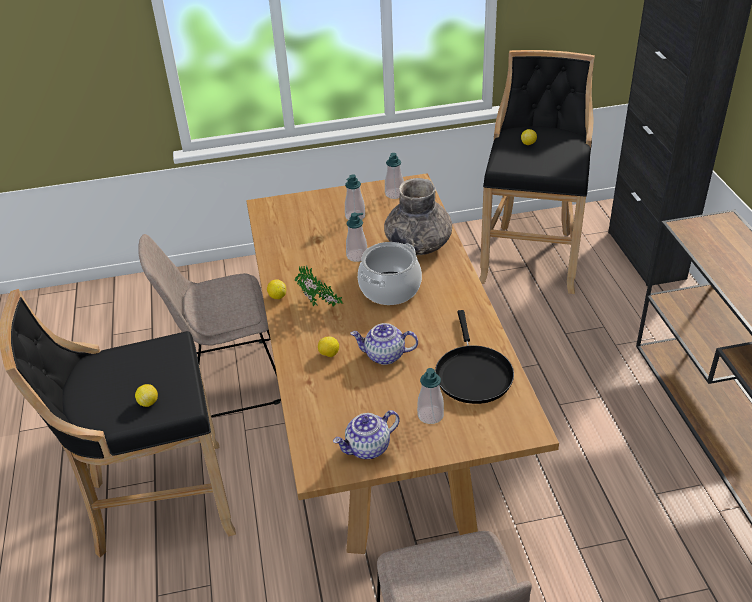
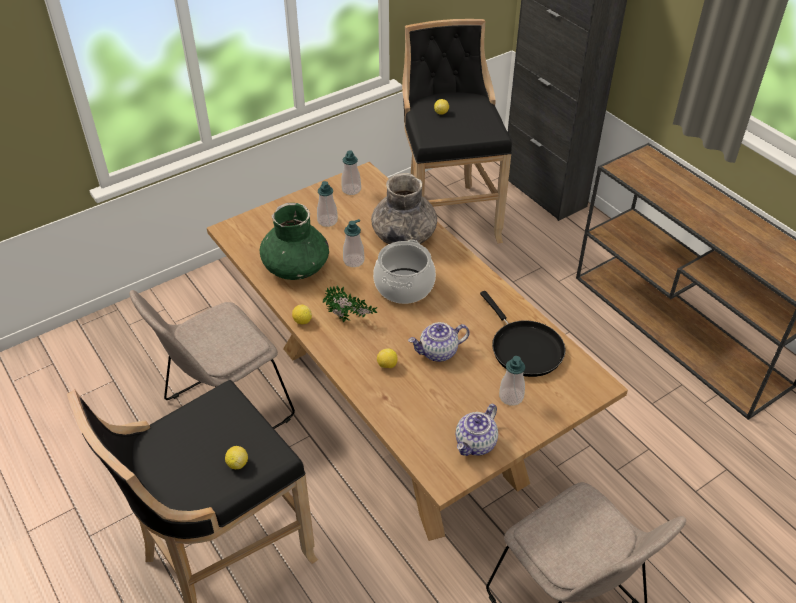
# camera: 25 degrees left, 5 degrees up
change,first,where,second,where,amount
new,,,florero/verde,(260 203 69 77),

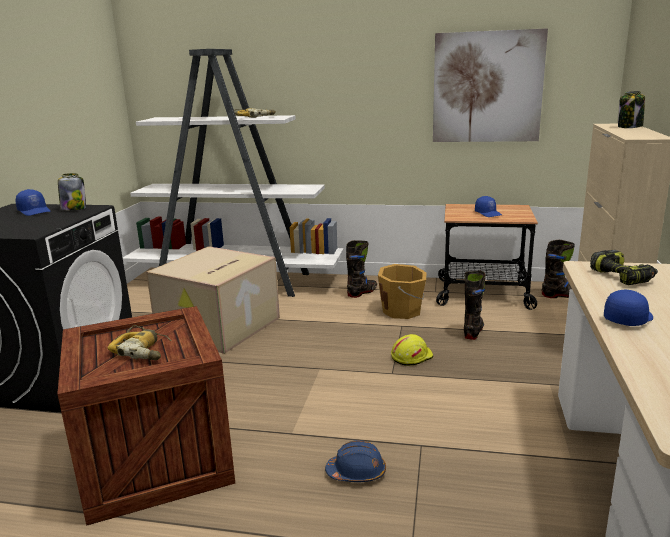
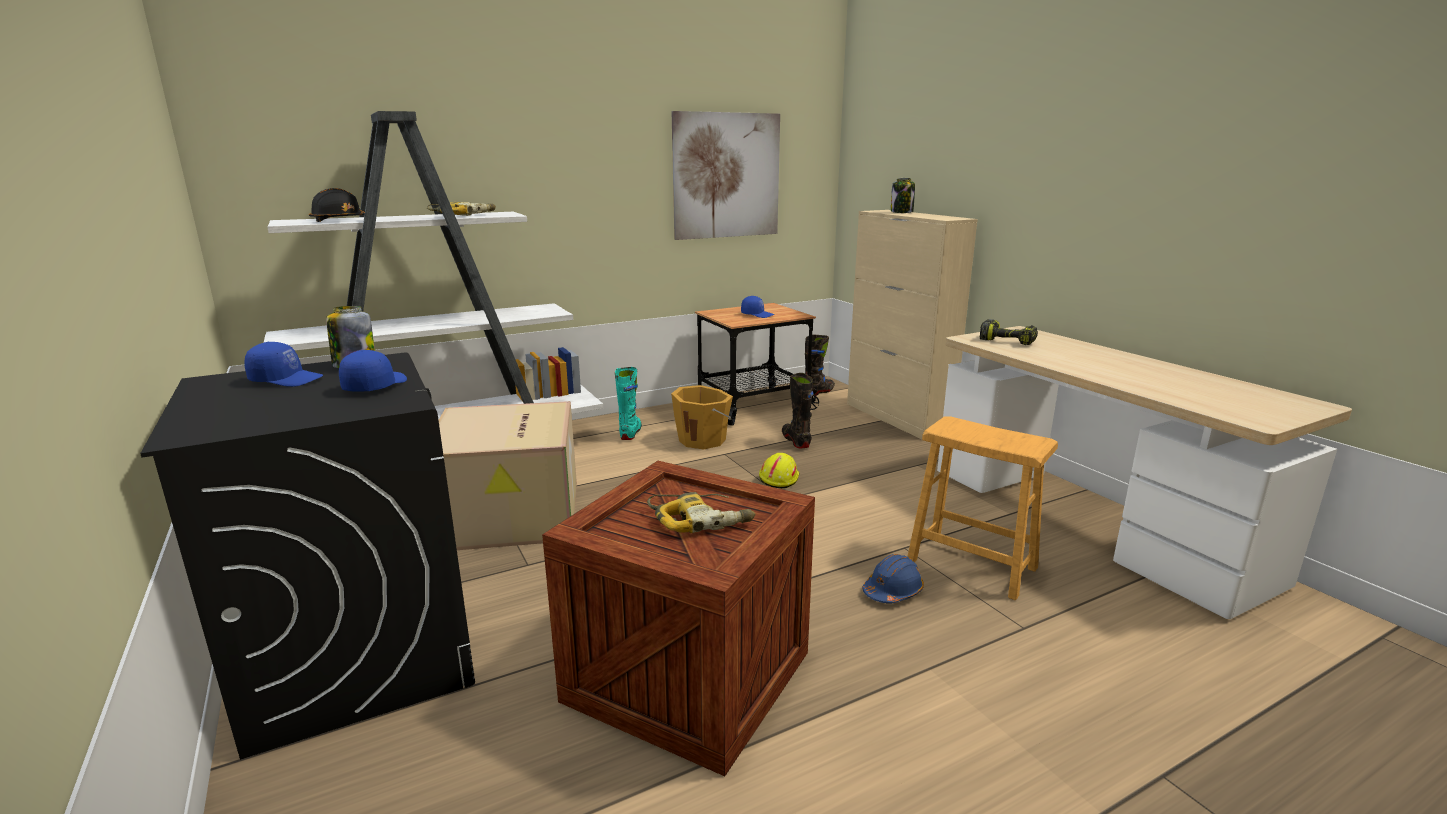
# camera: 40 degrees left, 0 degrees up
change,first,where,second,where,amount
new,,,casco/negro,(309 188 56 34),
new,,,taburete/marrón,(907 417 151 183),
shifted,gorra/azul,(604 290 49 36),,(339 350 68 42),
repainted,bota/negro,(346 240 31 58),bota/turquesa,(615 367 27 73),

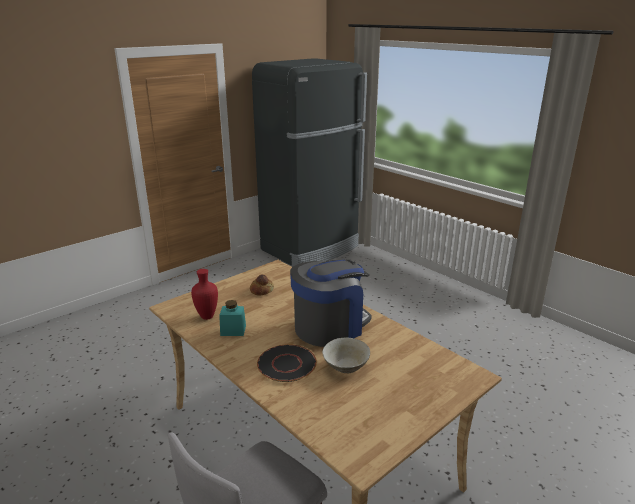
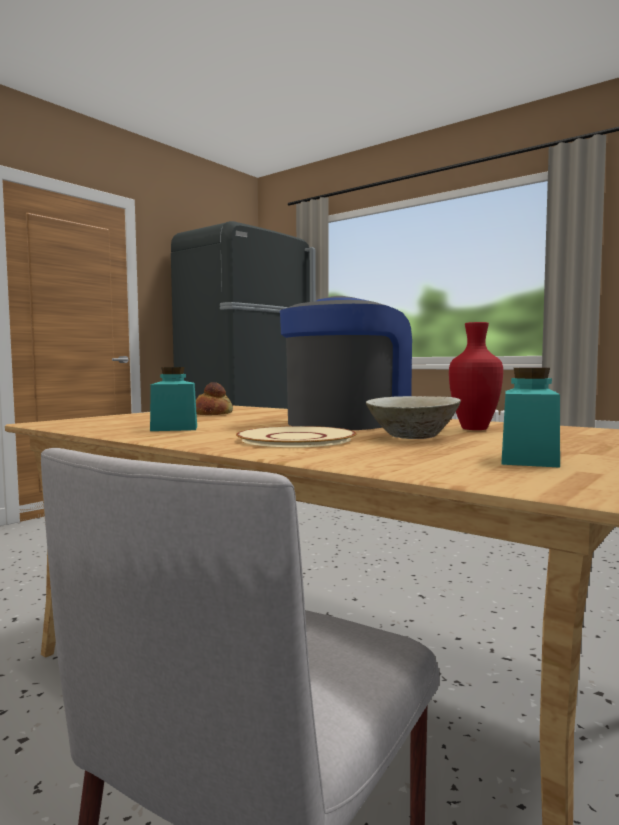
# camera: 10 degrees left, 20 degrees down
change,first,where,second,where,amount
new,,,tarro/turquesa,(501 368 59 100),
shifted,florero/rojo,(191 269 27 51),,(449 322 54 108),
repainted,plato/negro,(257 344 60 38),plato/beis,(236 426 121 21),

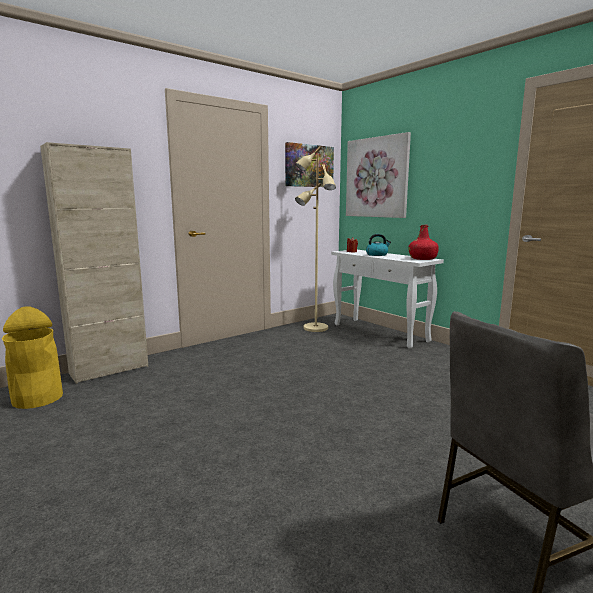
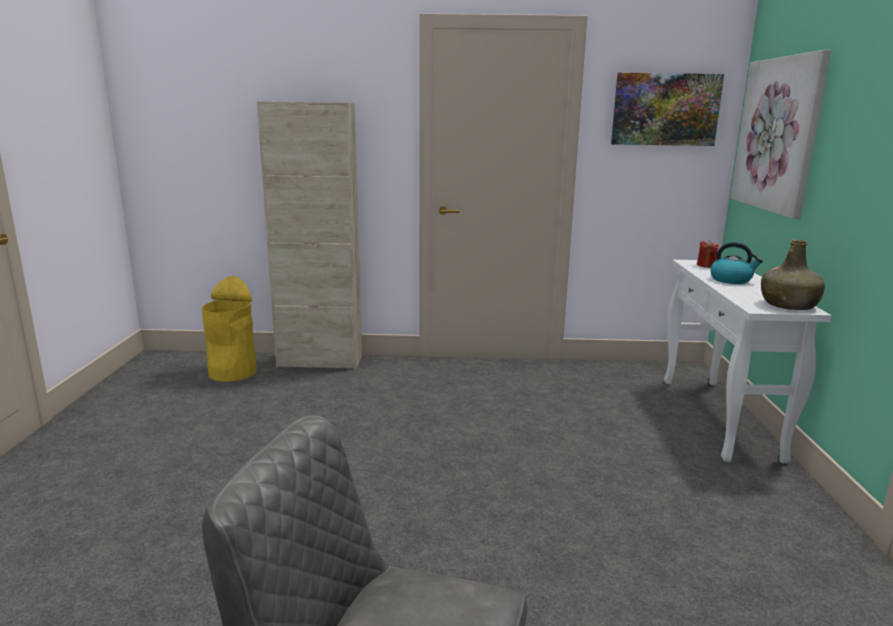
# camera: 40 degrees right, 5 degrees up
change,first,where,second,where,amount
gone,lámpara de pie/beis,(295 146 41 186),,,
repainted,botella/rojo,(408 225 31 35),botella/verde,(761 239 64 71),

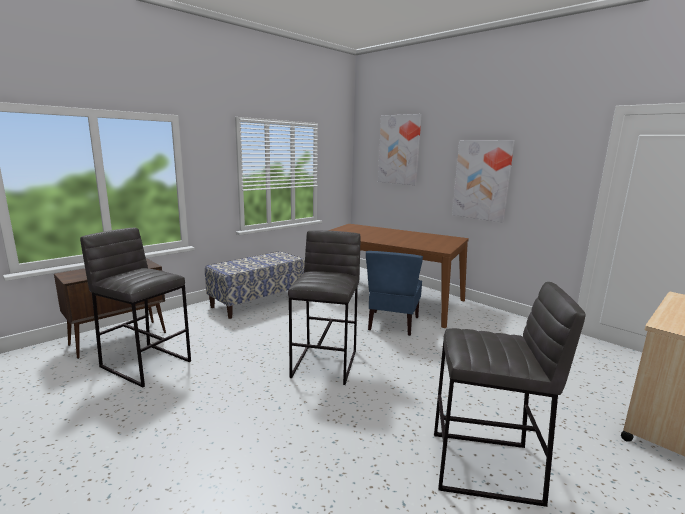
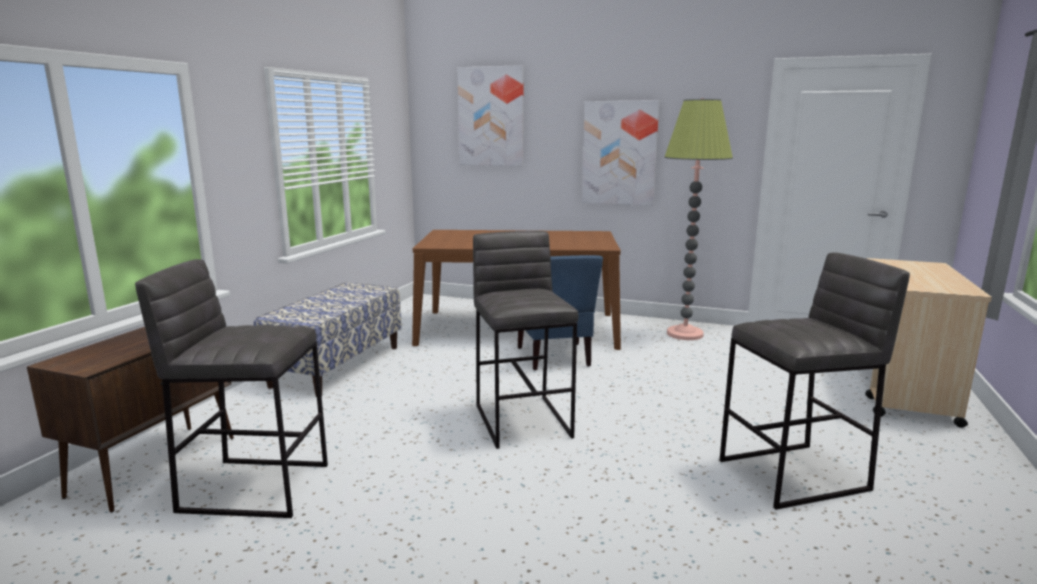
# camera: 25 degrees left, 0 degrees up
change,first,where,second,where,amount
new,,,lámpara de pie,(664 98 69 242),

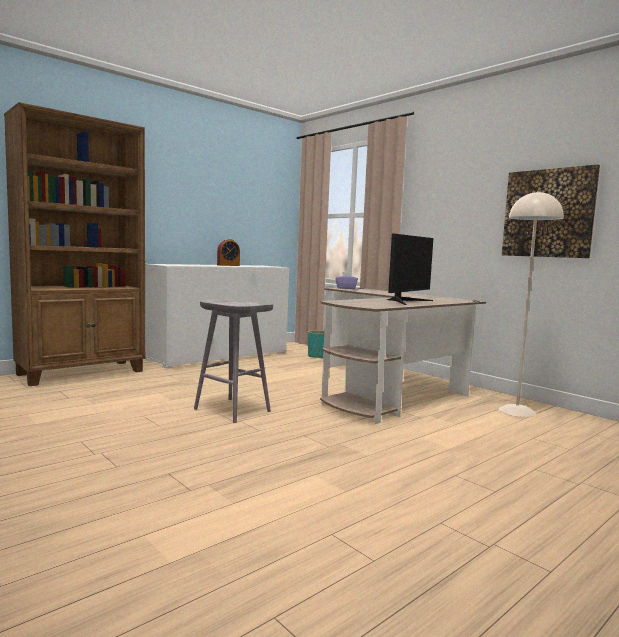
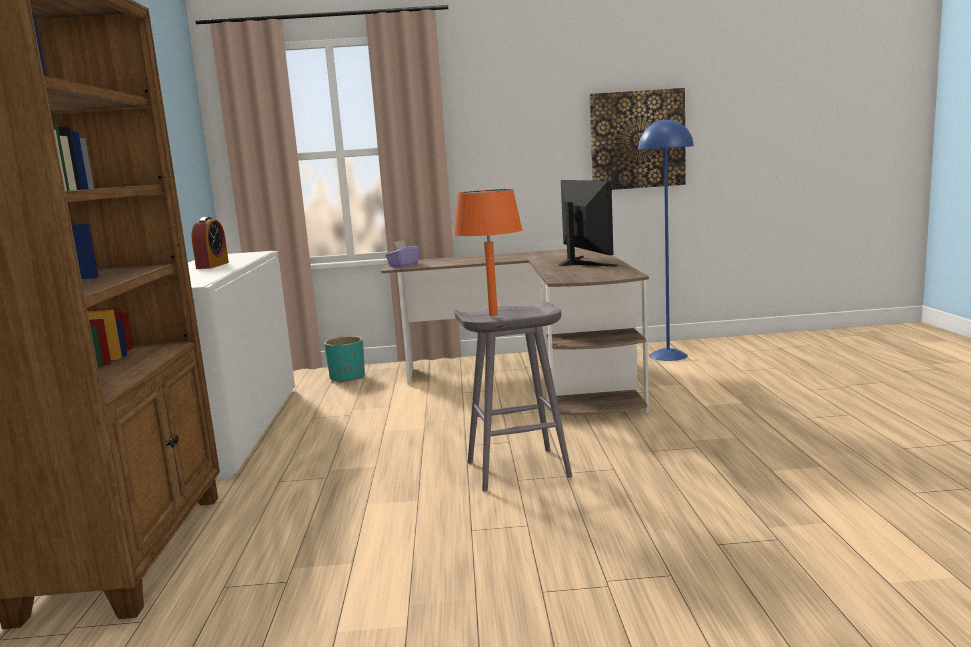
# camera: 50 degrees left, 5 degrees up
change,first,where,second,where,amount
new,,,lámpara de mesa/naranja,(454 189 69 127),
repainted,lámpara de pie/beis,(498 191 66 226),lámpara de pie/azul,(638 118 56 243),

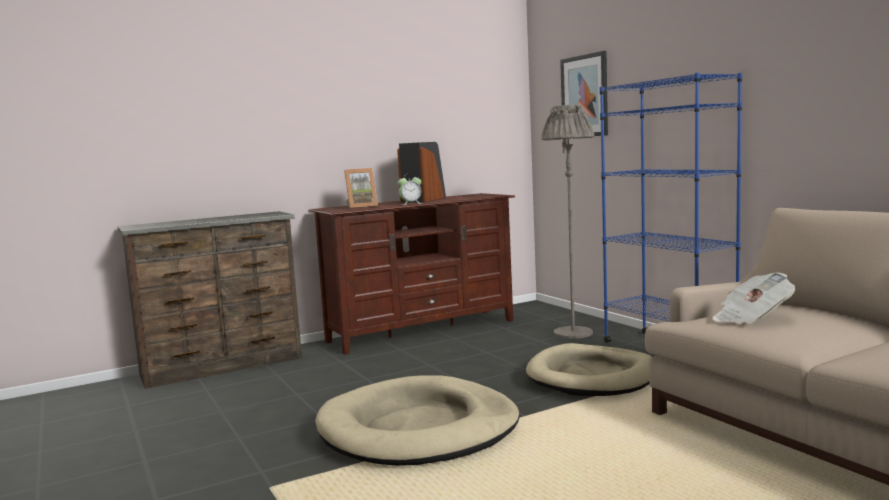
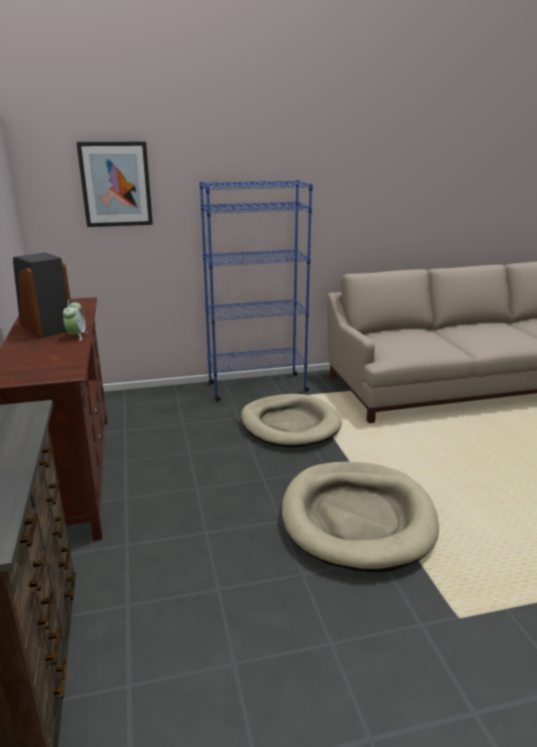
# camera: 75 degrees left, 15 degrees up
change,first,where,second,where,amount
gone,portarretratos,(344 168 34 41),,,
gone,lámpara de pie/gris,(542 104 53 235),,,
gone,periódico,(713 273 83 51),,,

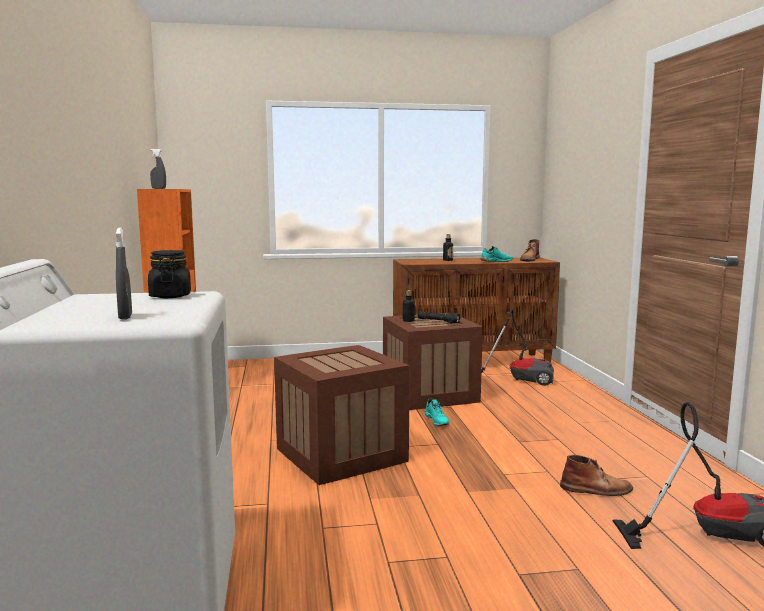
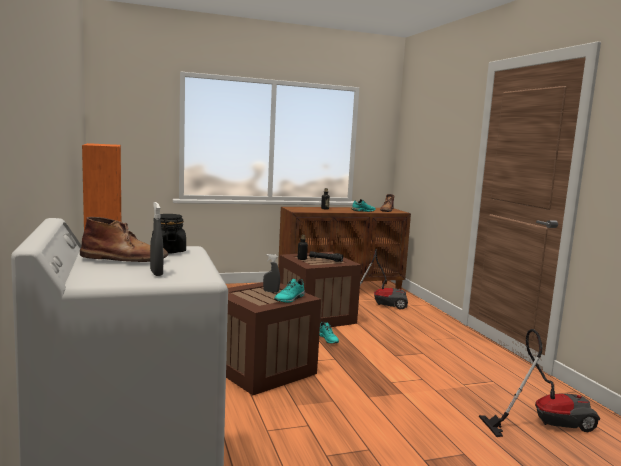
# camera: 10 degrees left, 0 degrees up
change,first,where,second,where,amount
new,,,zapato/turquesa,(274 279 31 24),
shifted,pulverizador/gris,(150 149 16 40),,(263 254 17 39),
shifted,bota/marrón,(560 455 73 41),,(80 217 88 45),

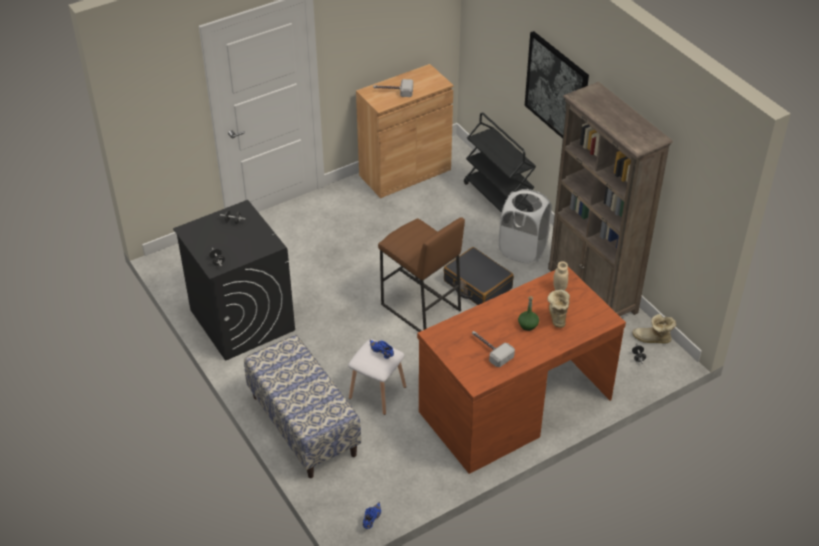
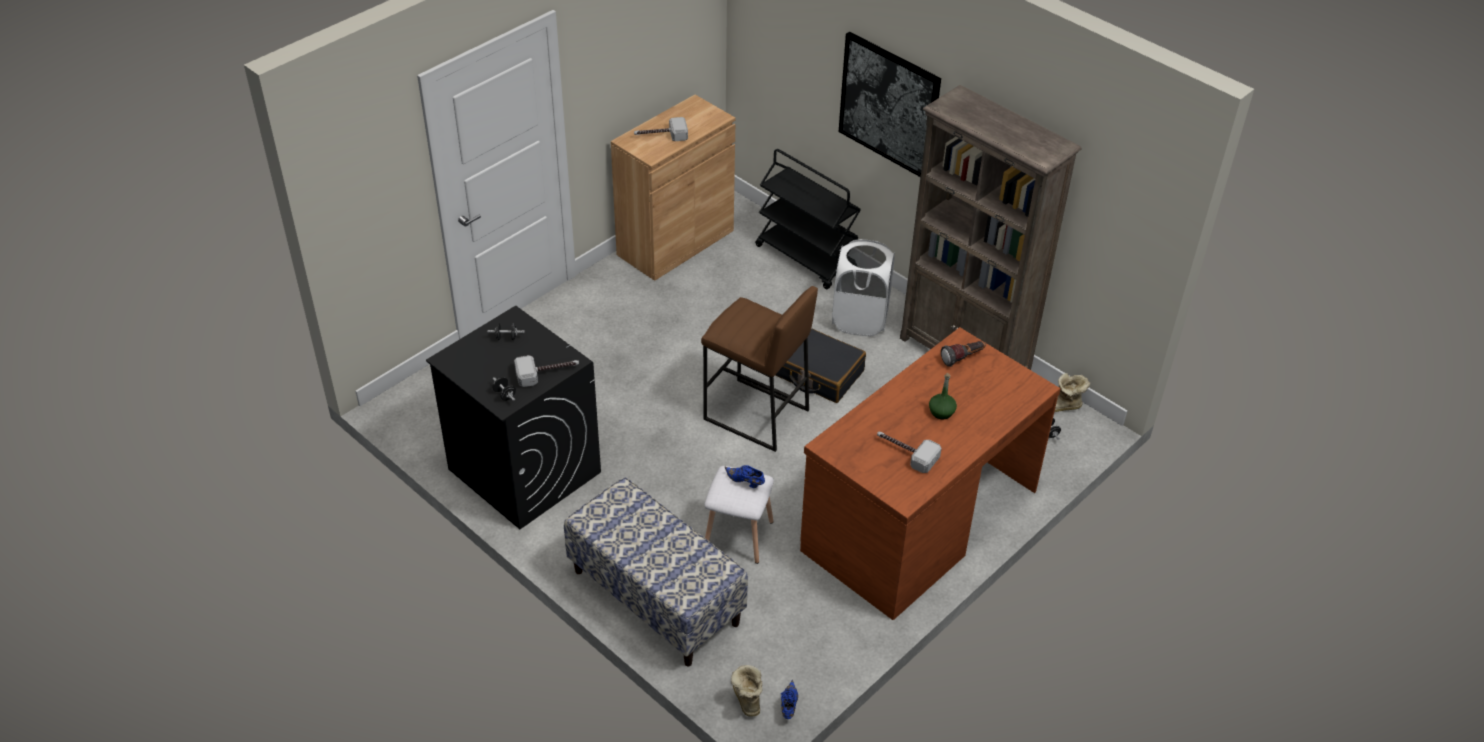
# camera: 15 degrees left, 0 degrees up
change,first,where,second,where,amount
new,,,martillo,(514 355 65 32),
shifted,bota,(547 290 23 38),,(731 665 31 52),
swapped,tarro/beis,(553 261 15 30),linterna,(941 341 45 26),

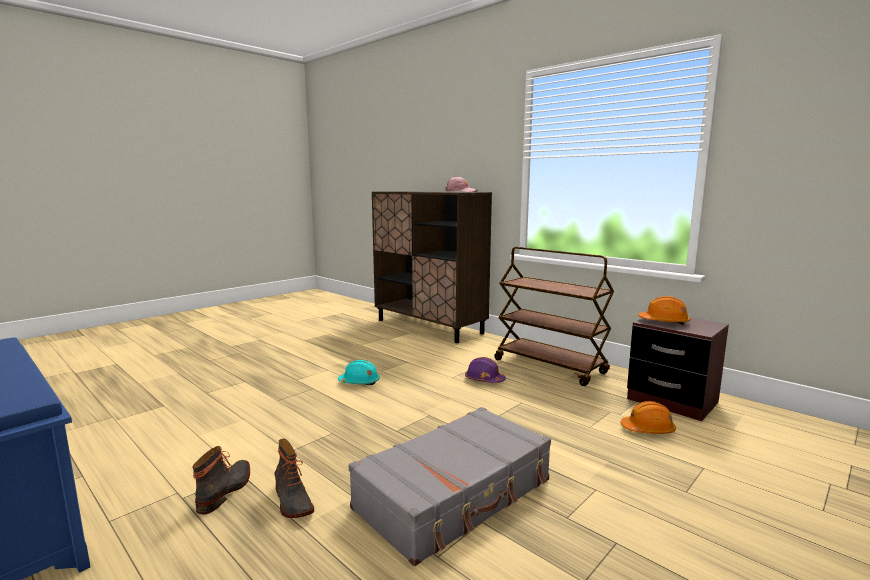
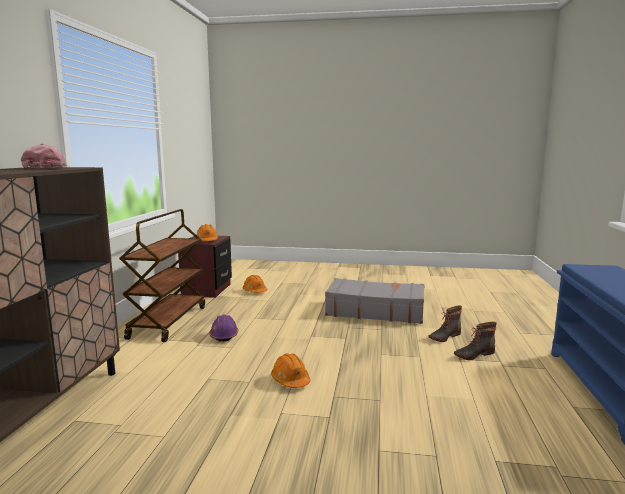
# camera: 125 degrees left, 0 degrees up
change,first,where,second,where,amount
repainted,casco/turquesa,(338 359 42 27),casco/naranja,(271 354 40 34),
rotated,bota,(275 439 39 79),,(428 306 34 36),150 degrees counterclockwise

